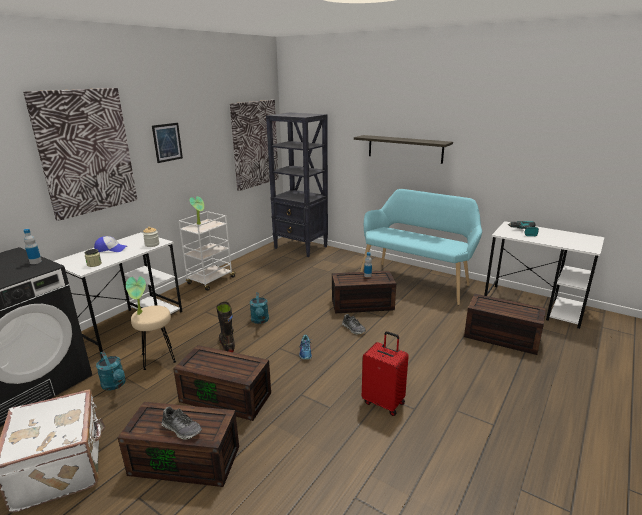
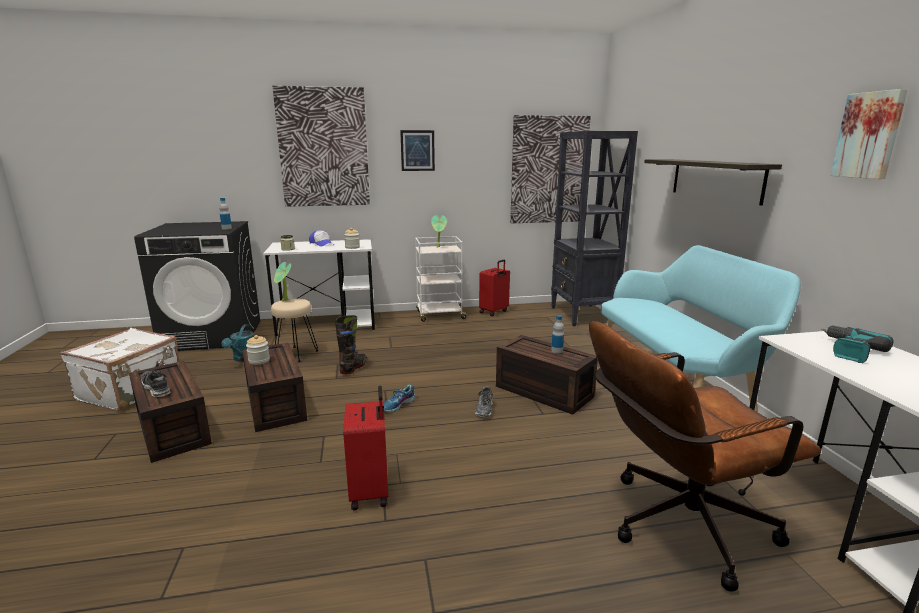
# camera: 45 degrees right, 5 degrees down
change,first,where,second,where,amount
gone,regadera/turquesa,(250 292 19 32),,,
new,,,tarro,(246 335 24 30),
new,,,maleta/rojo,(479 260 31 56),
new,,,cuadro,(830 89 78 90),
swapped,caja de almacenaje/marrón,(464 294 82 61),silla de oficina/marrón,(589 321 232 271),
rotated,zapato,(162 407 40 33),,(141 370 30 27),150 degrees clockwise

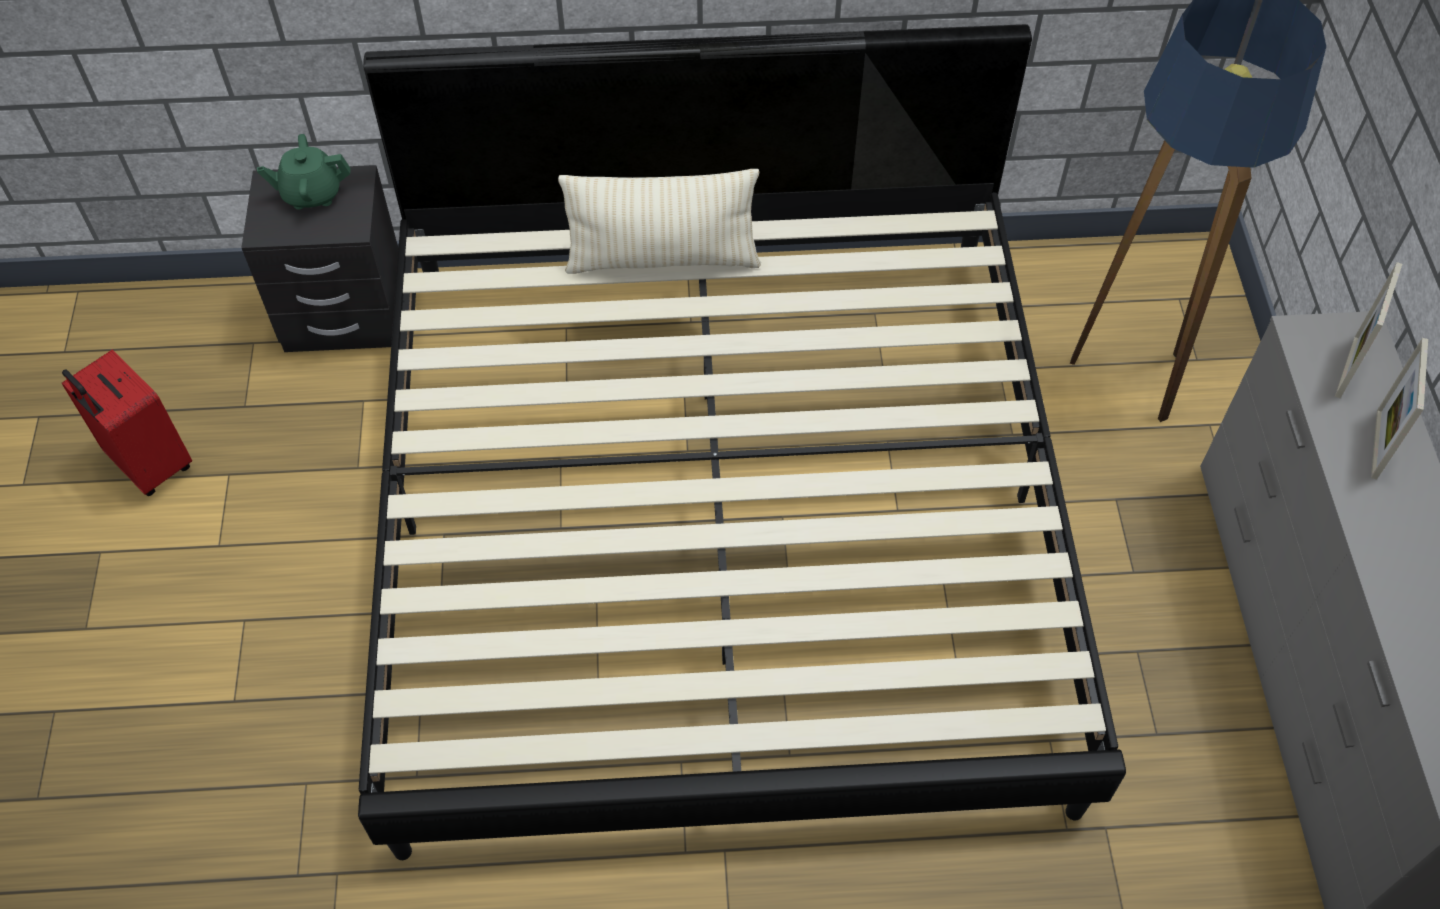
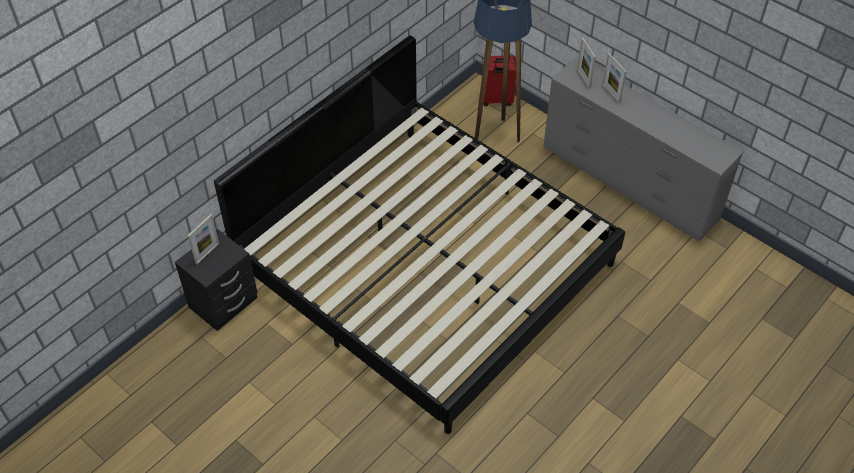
# camera: 45 degrees left, 5 degrees down
change,first,where,second,where,amount
gone,cojín/beis,(558 169 203 105),,,
shifted,maleta/rojo,(62 350 130 146),,(483 56 33 50),
swapped,tetera/verde,(257 134 93 76),portarretratos,(188 214 31 50),

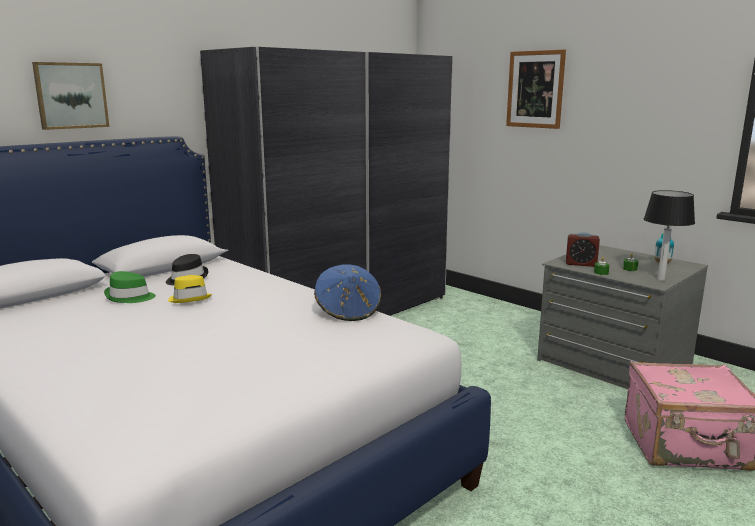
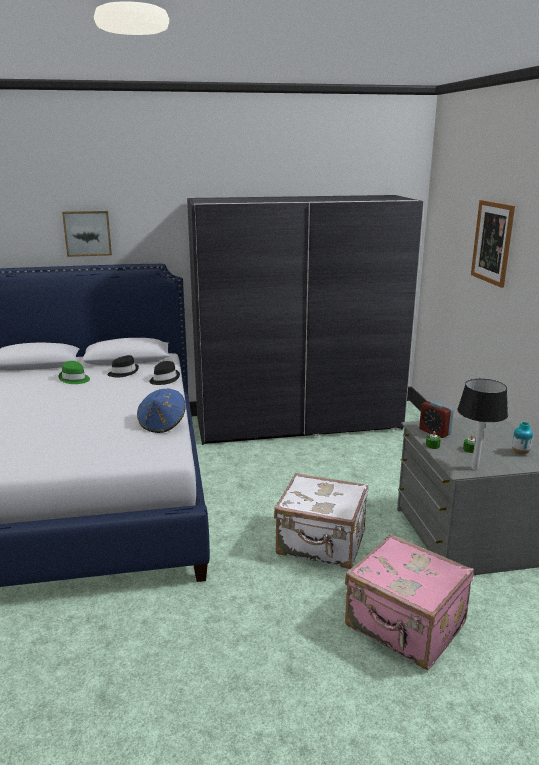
# camera: 35 degrees right, 5 degrees up
change,first,where,second,where,amount
gone,sombrero/amarillo,(168 275 44 28),,,
new,,,sombrero/negro,(149 361 31 24),
new,,,maleta/blanco,(274 473 94 96),

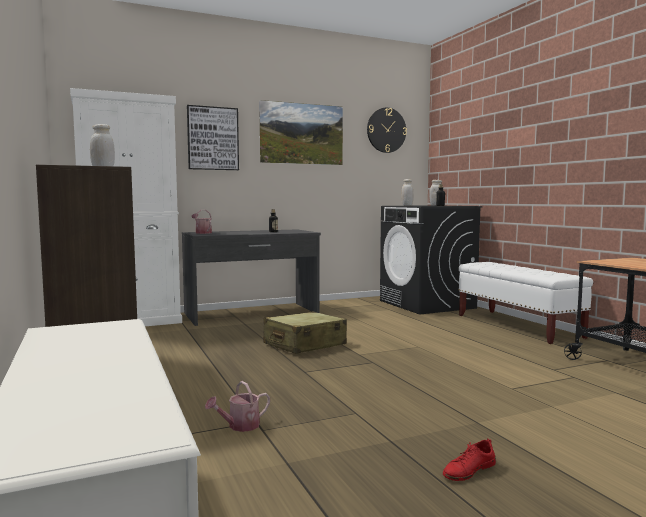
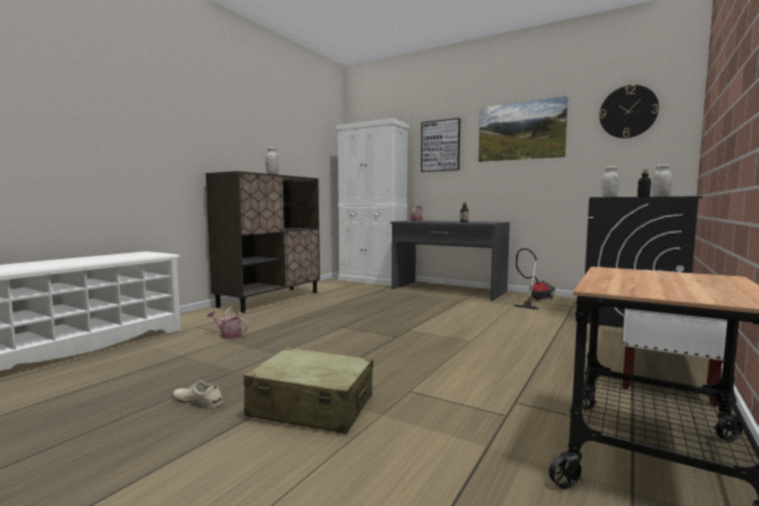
# camera: 55 degrees right, 0 degrees up
change,first,where,second,where,amount
new,,,aspiradora,(515 248 40 62),
shifted,maleta/beis,(263 312 84 42),,(244 347 129 87),
repainted,zapato/rojo,(443 438 53 43),zapato/beis,(172 380 51 28),

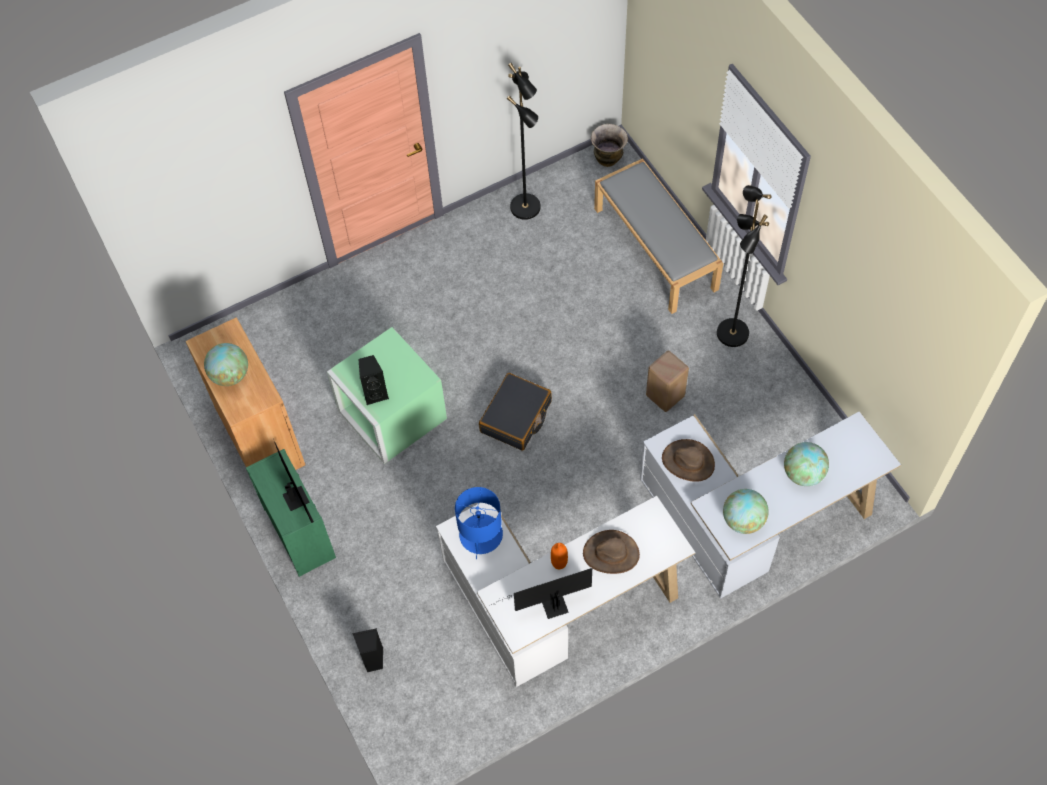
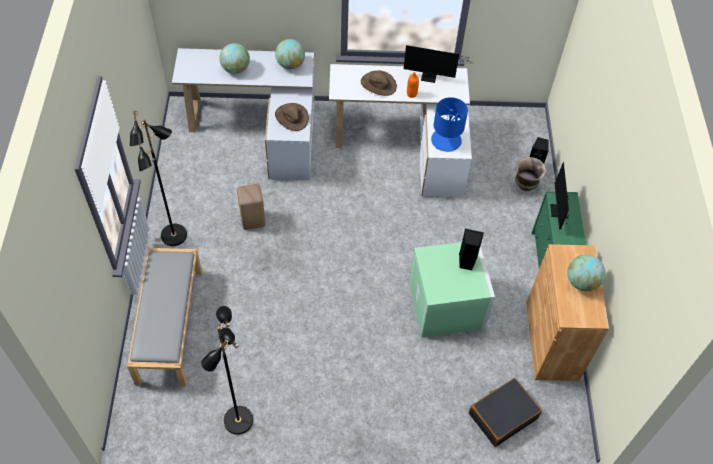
# camera: 155 degrees left, 5 degrees down
change,first,where,second,where,amount
shifted,maleta/negro,(479 373 73 78),,(469 378 73 69),
shifted,florero,(591 124 37 43),,(515 157 31 34),

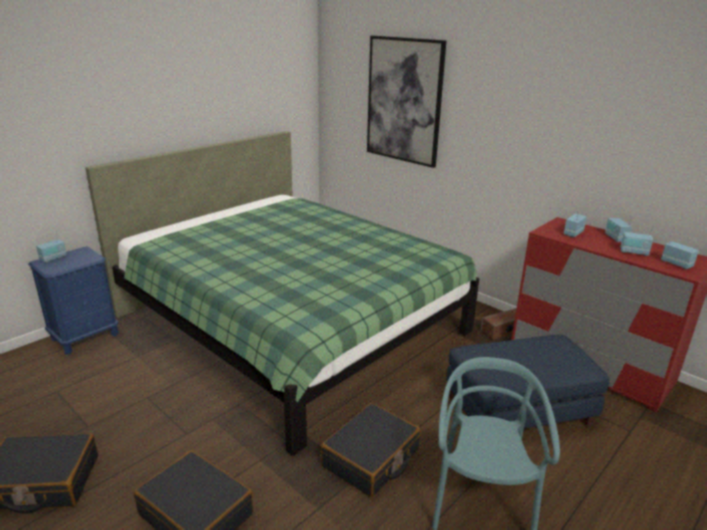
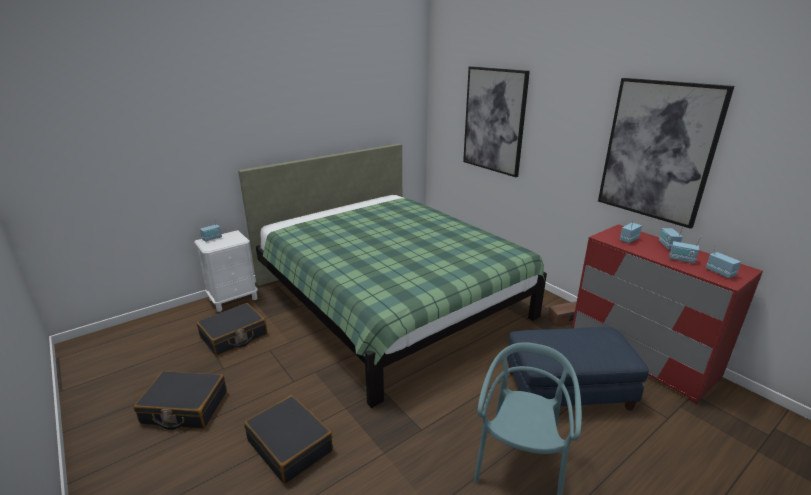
# camera: 10 degrees right, 0 degrees up
change,first,where,second,where,amount
new,,,cuadro,(598 78 136 151),
shifted,maleta/negro,(321 403 100 94),,(197 303 70 53),
repainted,mesita de noche/azul,(28 246 91 108),mesita de noche/blanco,(194 230 64 82),

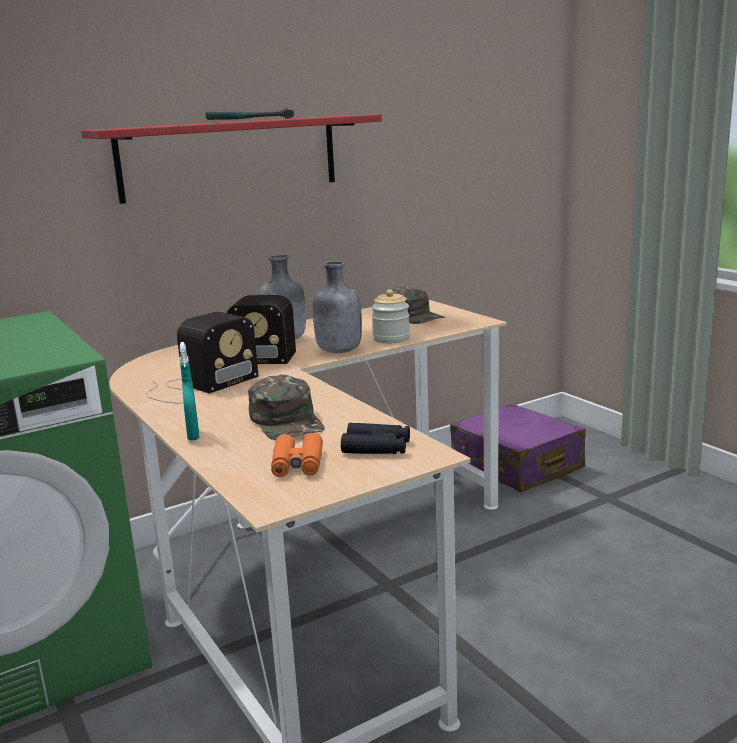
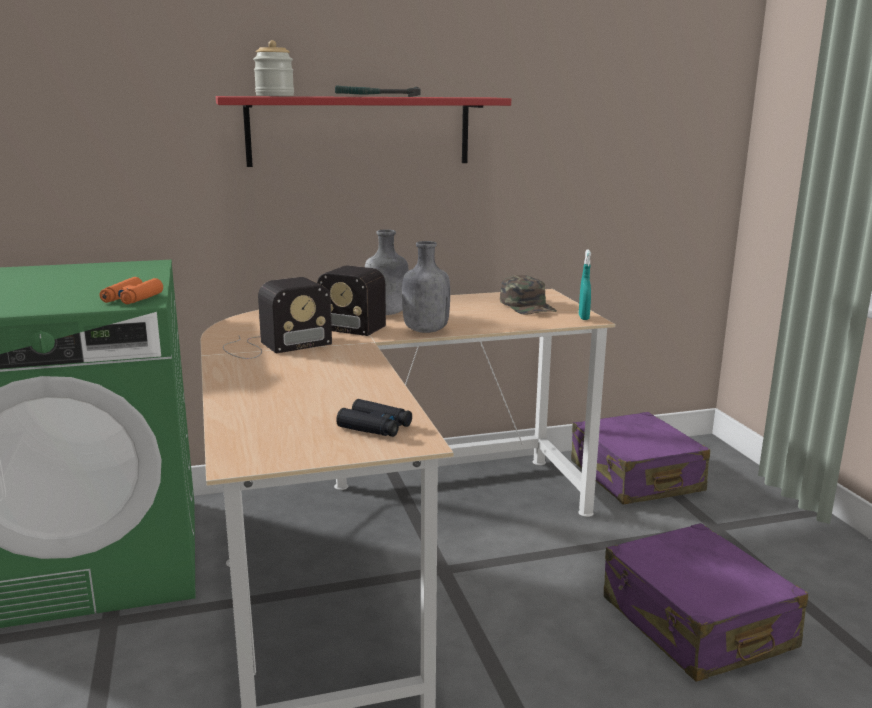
# camera: 15 degrees right, 0 degrees up
change,first,where,second,where,amount
gone,gorra/verde,(248 375 77 65),,,
new,,,maleta/morado,(604 523 205 159),
shifted,pulverizador/turquesa,(180 342 20 99),,(579 249 12 71),
shifted,prismáticos/naranja,(271 433 52 44),,(99 277 64 27),
shifted,tarro,(372 289 38 54),,(253 40 41 56),

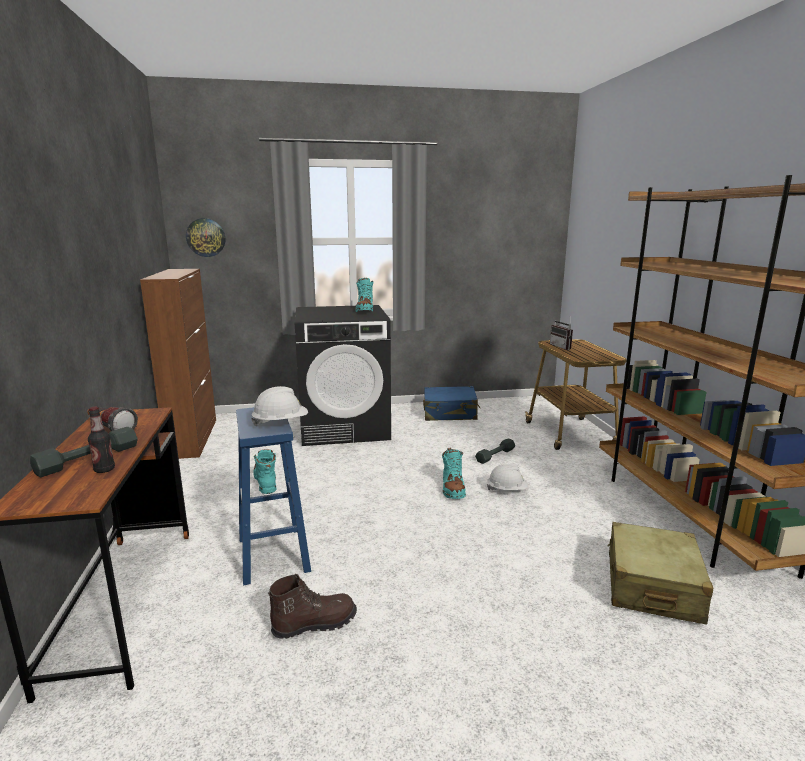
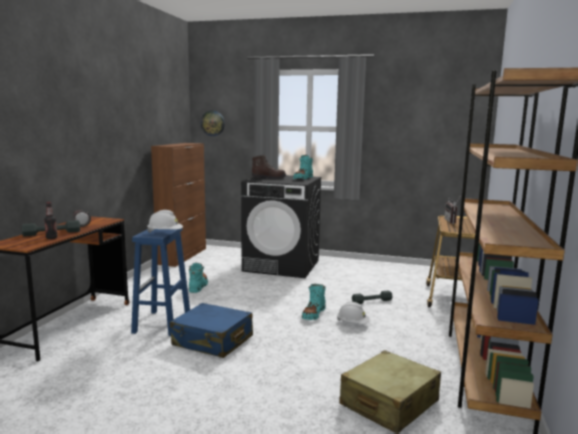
# camera: 25 degrees right, 5 degrees down
change,first,where,second,where,amount
shifted,bota/marrón,(268 574 89 65),,(252 155 34 25),
shifted,maleta/azul,(423 386 57 35),,(170 303 83 55),

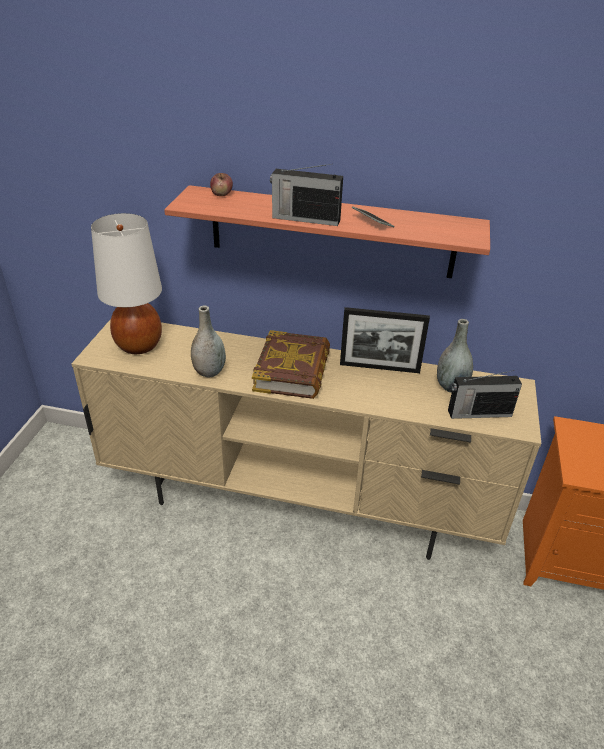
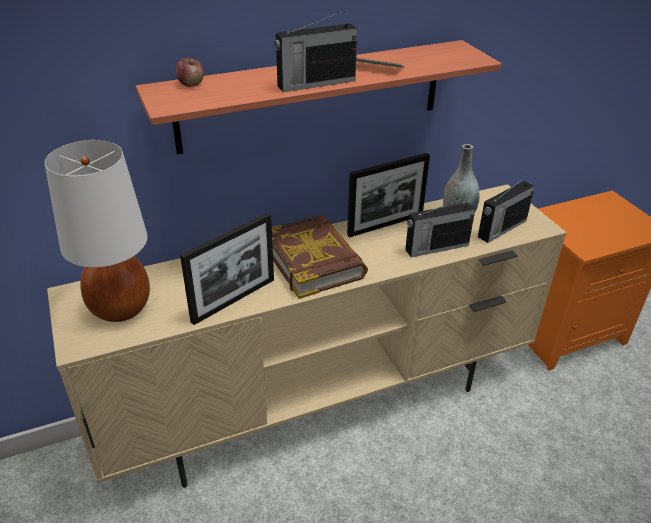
# camera: 35 degrees left, 0 degrees up
change,first,where,second,where,amount
new,,,radio,(405 197 70 60),
swapped,florero/gris,(191 305 35 72),portarretratos,(180 213 94 112),

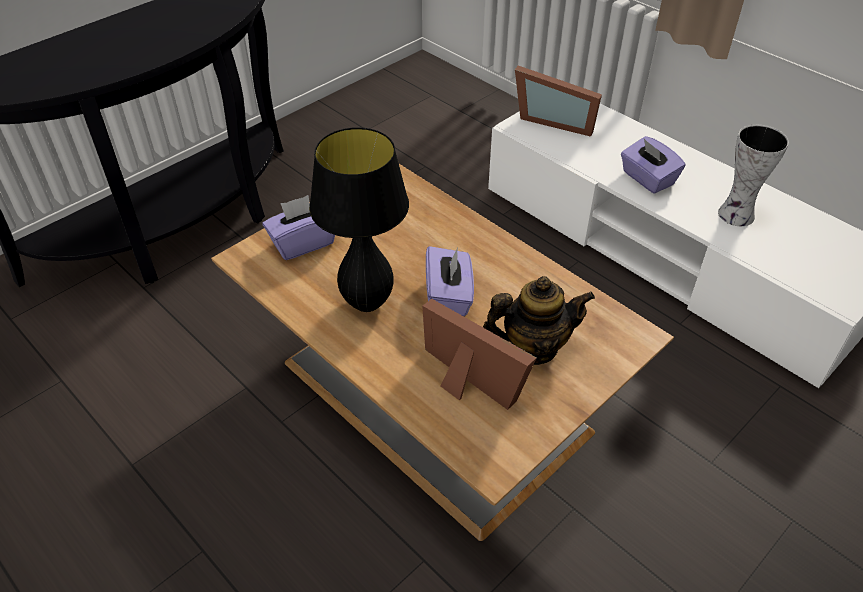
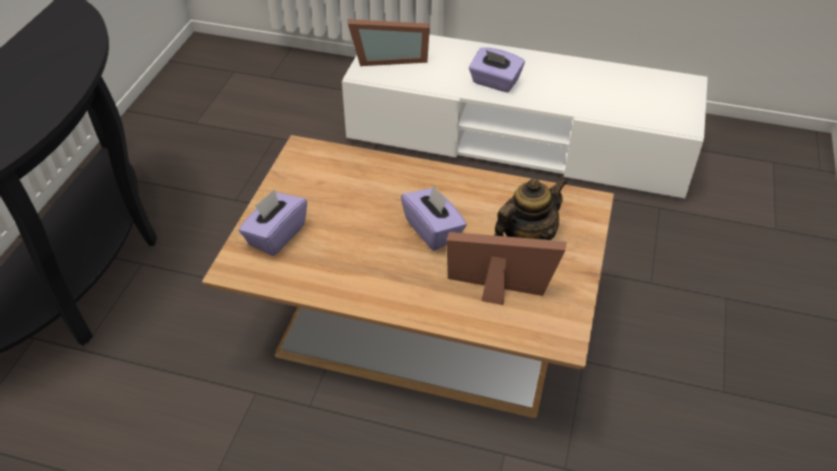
# camera: 30 degrees left, 0 degrees up
change,first,where,second,where,amount
gone,lámpara de mesa/negro,(309 127 100 185),,,
gone,florero,(718 124 71 102),,,

